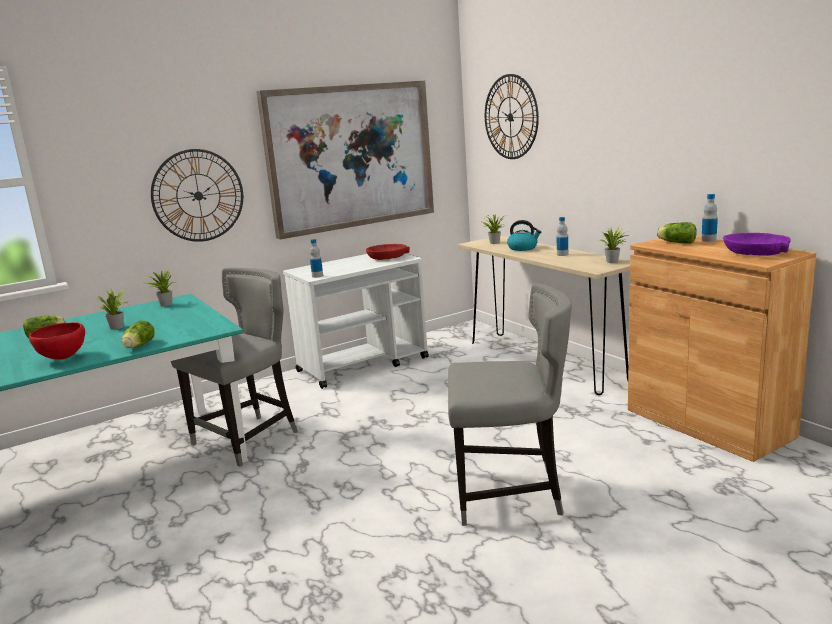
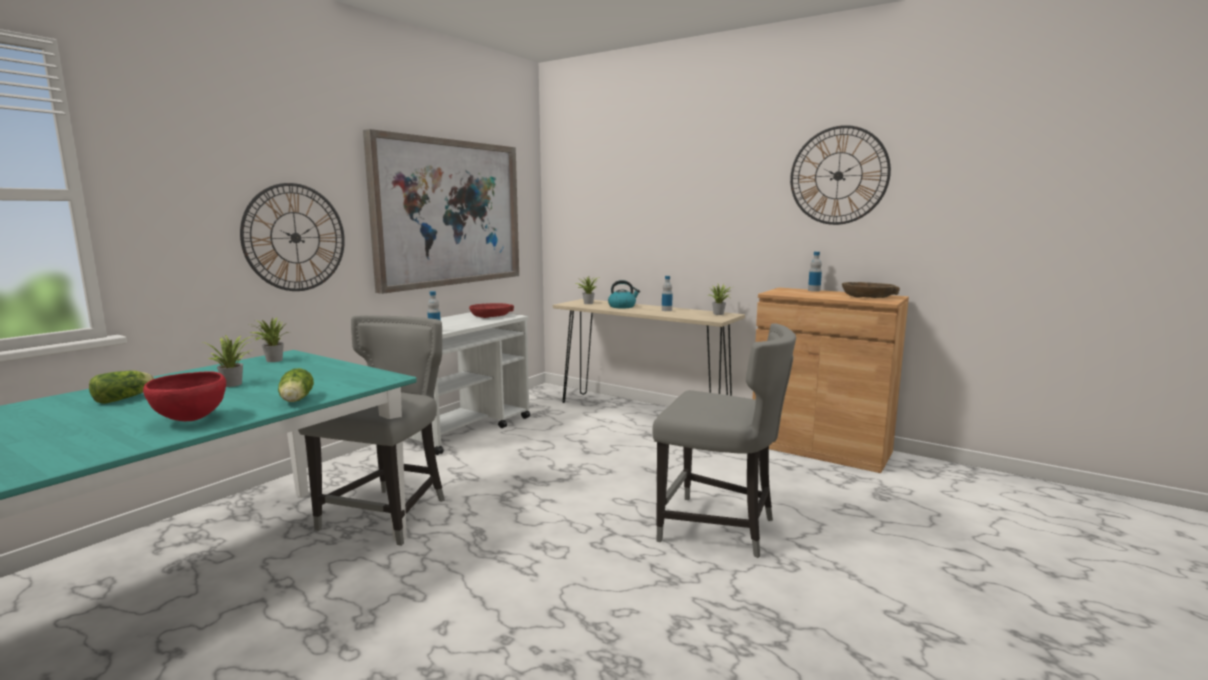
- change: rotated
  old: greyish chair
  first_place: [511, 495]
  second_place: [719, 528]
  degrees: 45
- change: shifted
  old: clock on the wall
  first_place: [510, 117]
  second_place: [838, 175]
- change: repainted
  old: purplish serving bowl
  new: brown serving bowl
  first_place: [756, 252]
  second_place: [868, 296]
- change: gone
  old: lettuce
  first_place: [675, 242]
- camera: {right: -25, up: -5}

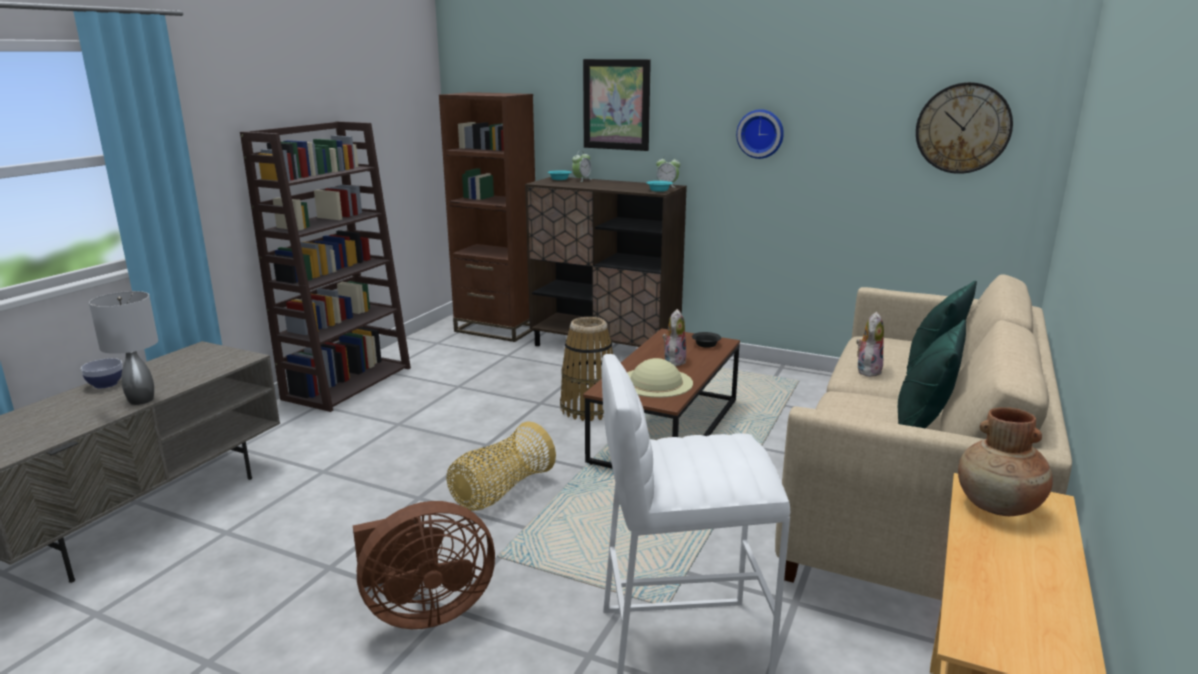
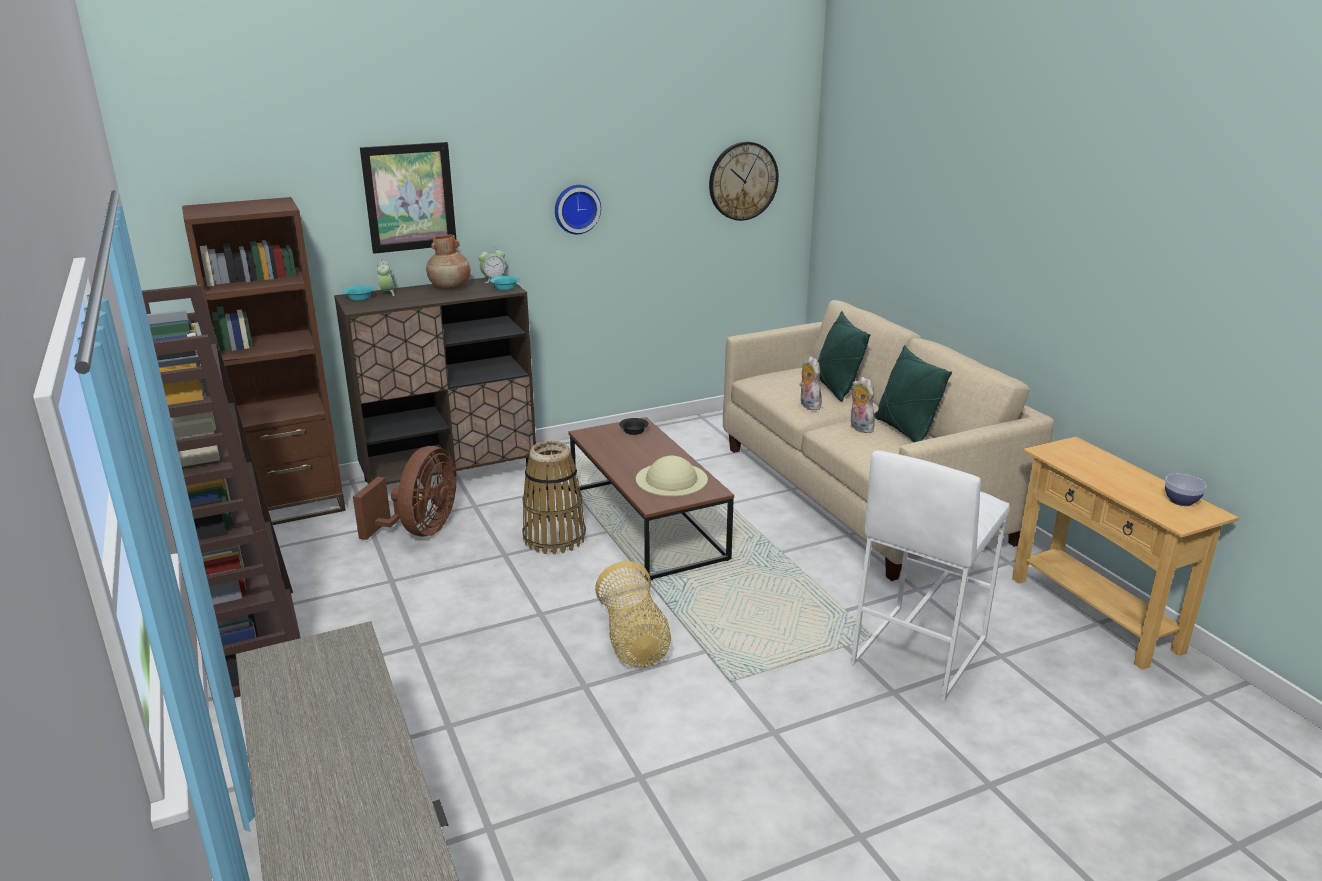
- change: shifted
  old: brown electric fan
  first_place: [424, 611]
  second_place: [420, 530]
- change: shifted
  old: brown vase
  first_place: [998, 506]
  second_place: [450, 287]
- change: shifted
  old: soft toy
  first_place: [673, 361]
  second_place: [859, 428]
- change: shifted
  old: serving bowl
  first_place: [106, 384]
  second_place: [1181, 501]
- change: gone
  old: greyish table lamp
  first_place: [142, 400]
- camera: {right: -50, up: 5}

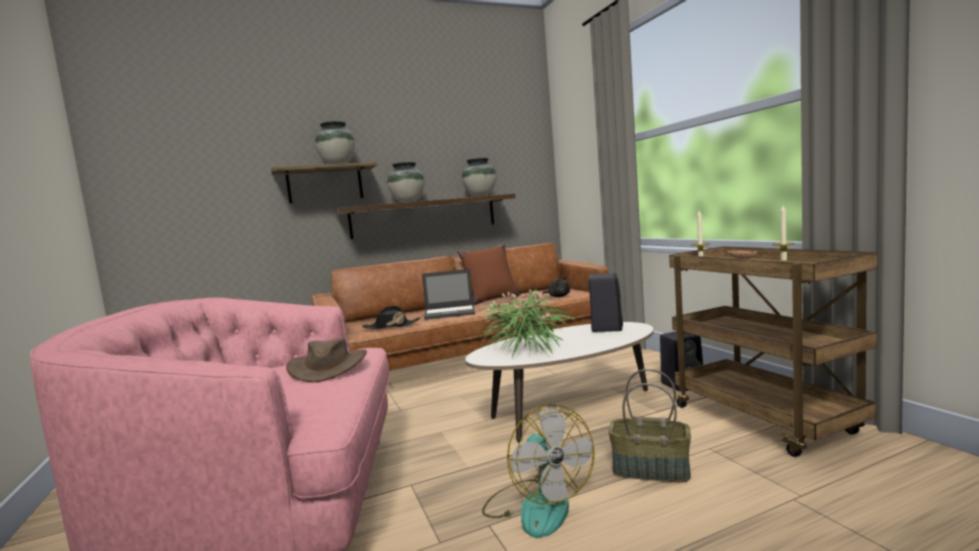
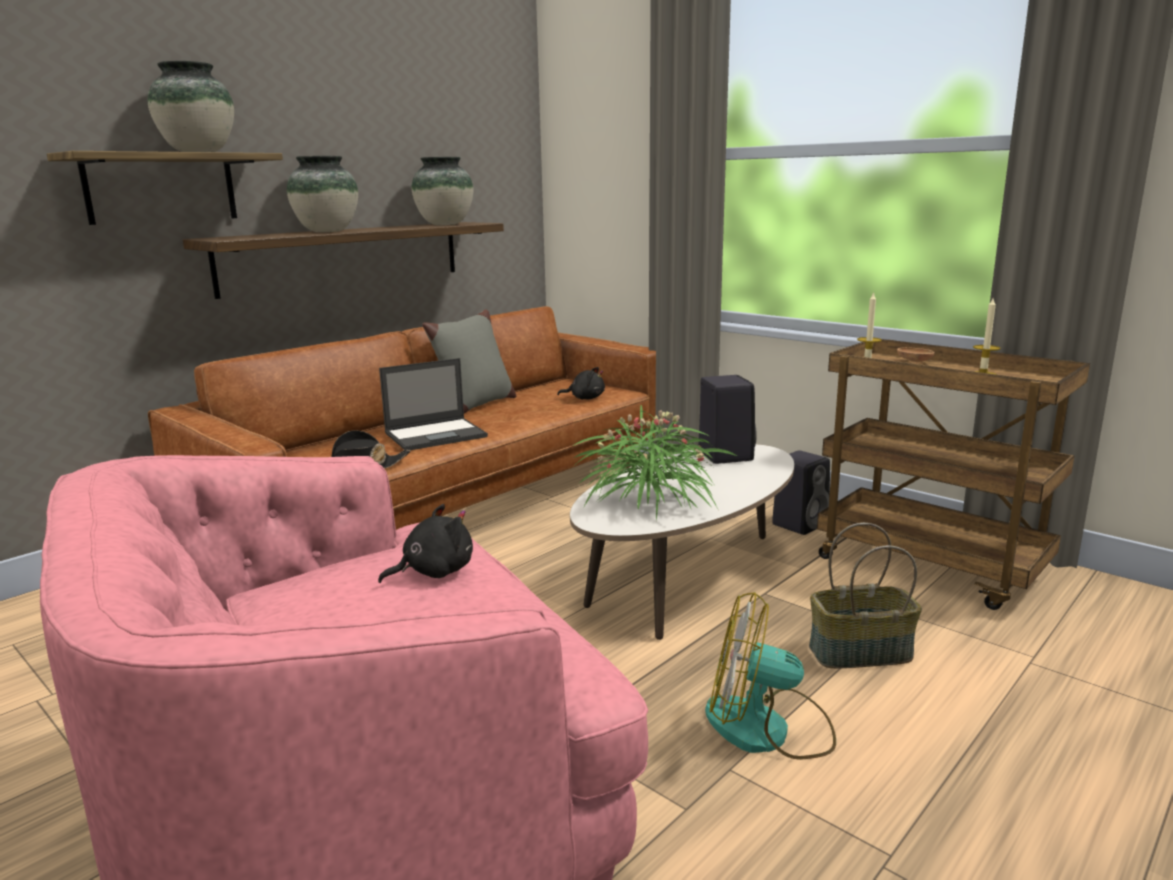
- change: swapped
  old: brown hat
  new: black soft toy
  first_place: [328, 367]
  second_place: [433, 572]
- change: repainted
  old: brown cushion
  new: greyish cushion
  first_place: [491, 299]
  second_place: [475, 405]
- change: rotated
  old: electric fan
  first_place: [537, 506]
  second_place: [767, 729]
  degrees: 150
- camera: {right: -25, up: 10}

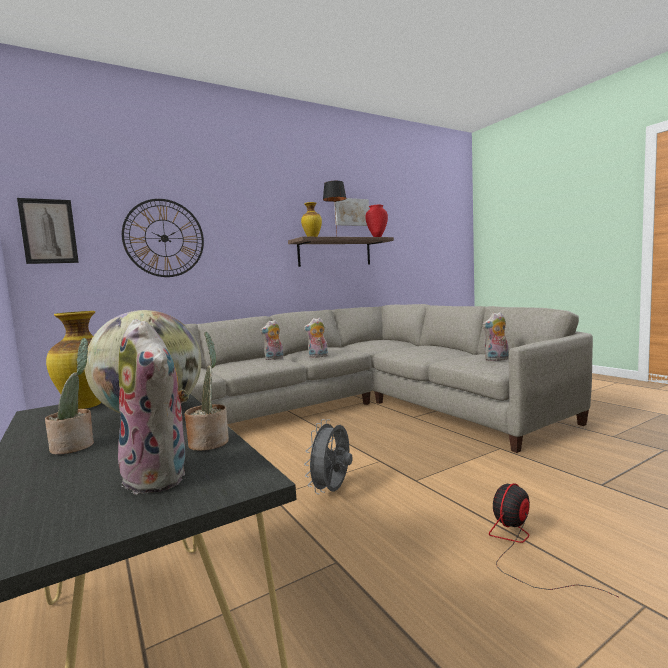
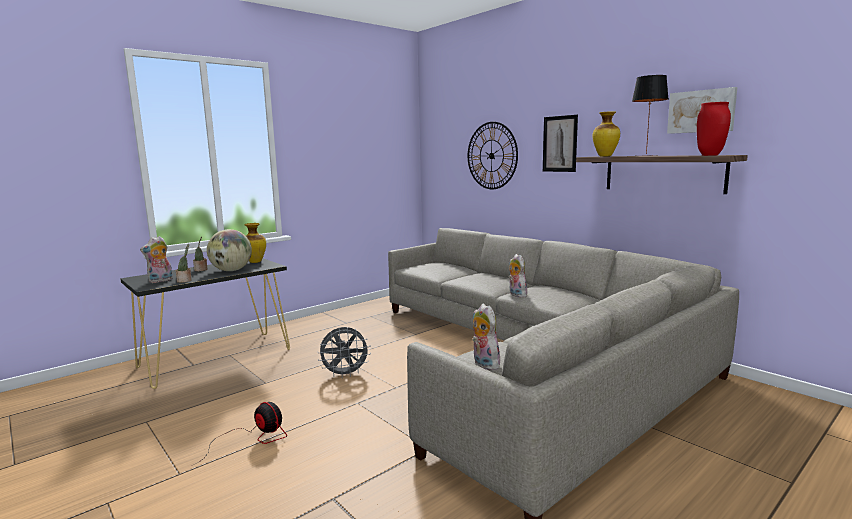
- change: rotated
  old: greyish electric fan
  first_place: [333, 491]
  second_place: [345, 374]
  degrees: 150
- change: shifted
  old: picture
  first_place: [49, 231]
  second_place: [560, 144]
- change: gone
  old: soft toy
  first_place: [274, 359]
- camera: {right: 80, up: 5}

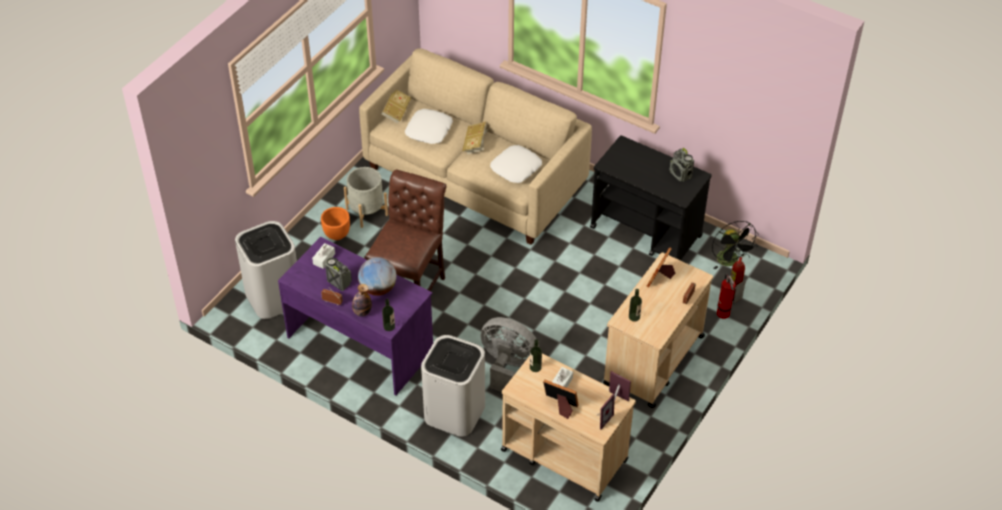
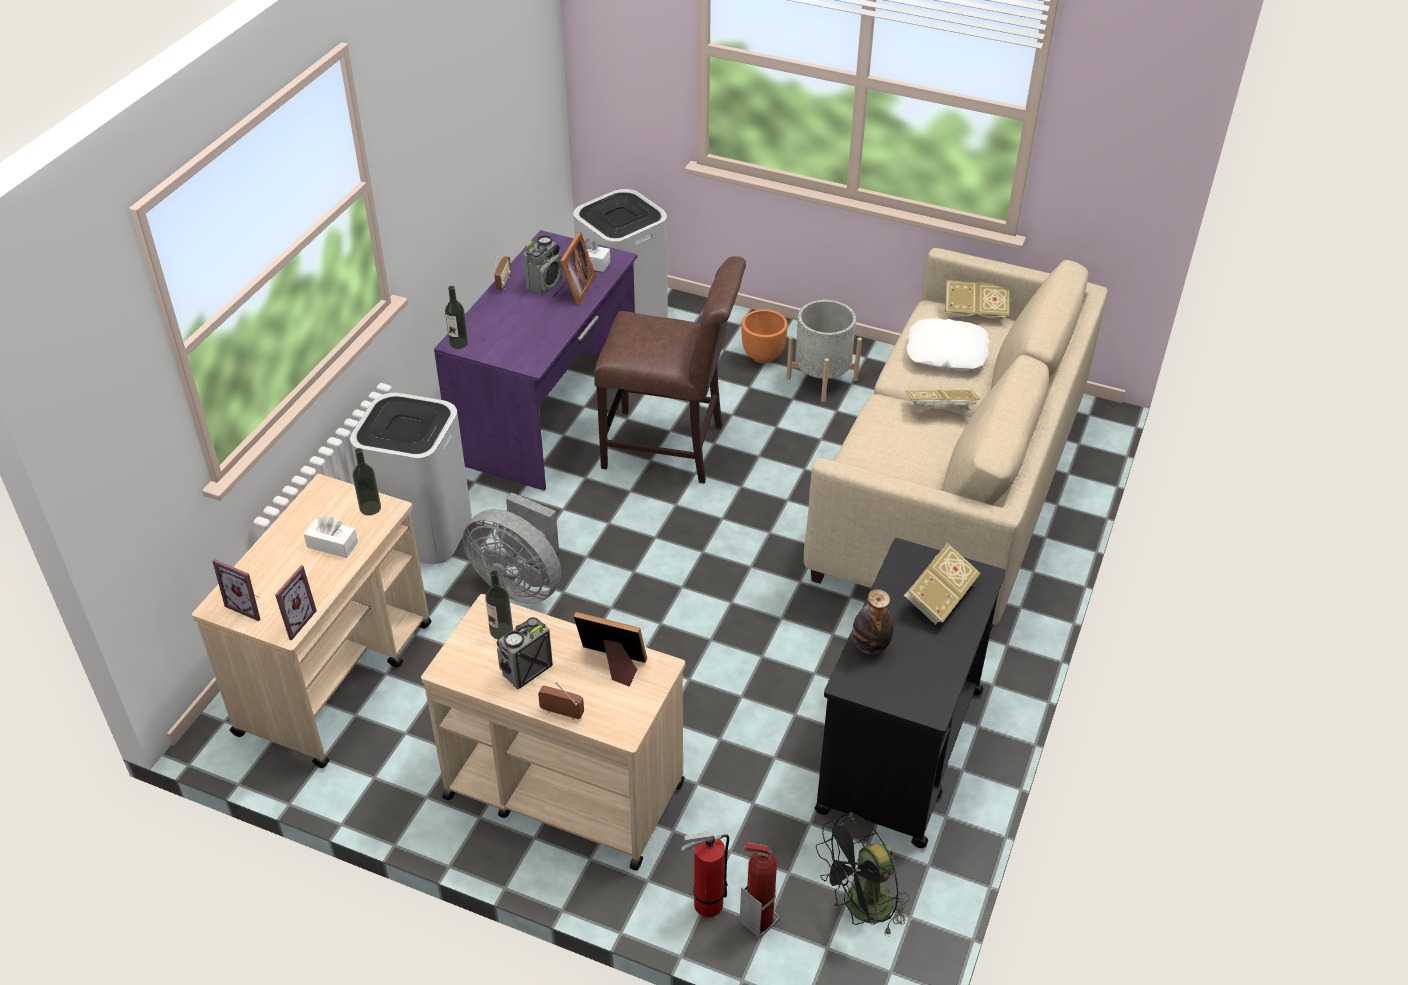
- change: rotated
  old: greyish electric fan
  first_place: [508, 367]
  second_place: [521, 583]
  degrees: 105
- change: shifted
  old: radio receiver
  first_place: [680, 175]
  second_place: [525, 670]
- change: shifted
  old: photo frame
  first_place: [560, 406]
  second_place: [574, 289]
- change: shifted
  old: drink bottle
  first_place: [362, 312]
  second_place: [870, 645]
- change: new
  new: book
  second_place: [939, 597]
- change: gone
  old: globe
  first_place: [378, 288]
- change: gone
  old: white-coloured cushion
  first_place: [516, 168]
- camera: {right: 80, up: -5}

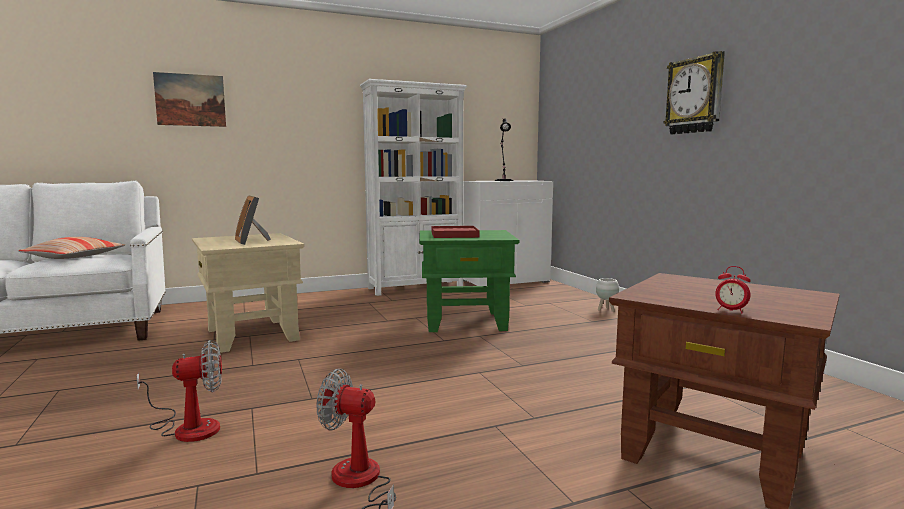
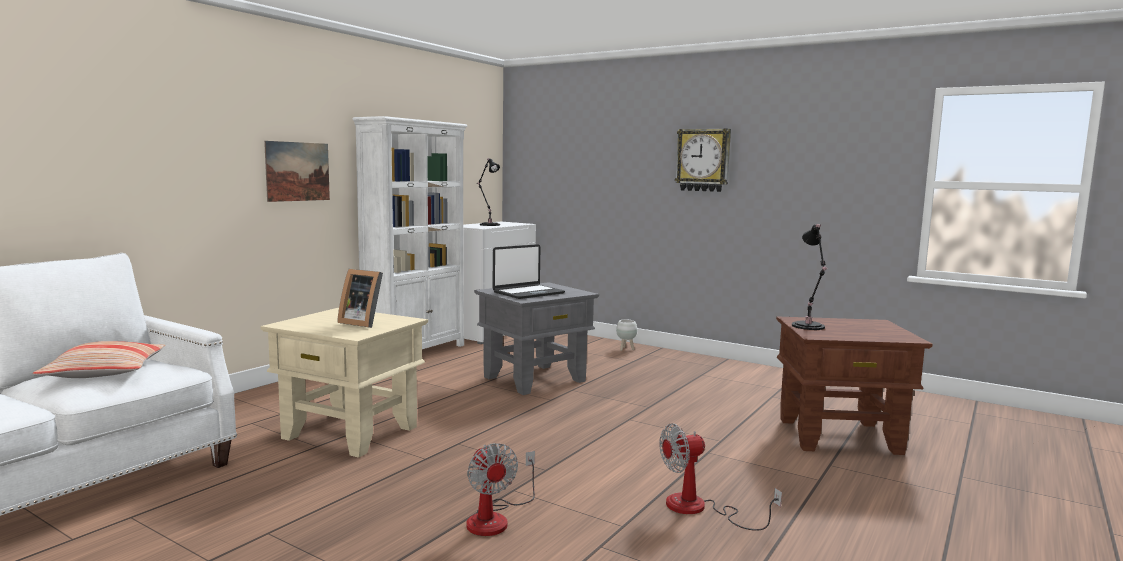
- change: shifted
  old: picture
  first_place: [190, 100]
  second_place: [298, 171]
- change: rotated
  old: electric fan
  first_place: [188, 427]
  second_place: [495, 518]
  degrees: 120
- change: repainted
  old: green accent table
  new: greyish accent table
  first_place: [465, 321]
  second_place: [535, 379]
- change: swapped
  old: red tray
  new: notebook computer
  first_place: [454, 235]
  second_place: [528, 293]
- change: new
  new: black table lamp
  second_place: [808, 327]
- change: gone
  old: bedside clock
  first_place: [730, 311]
- camera: {right: -35, up: 0}

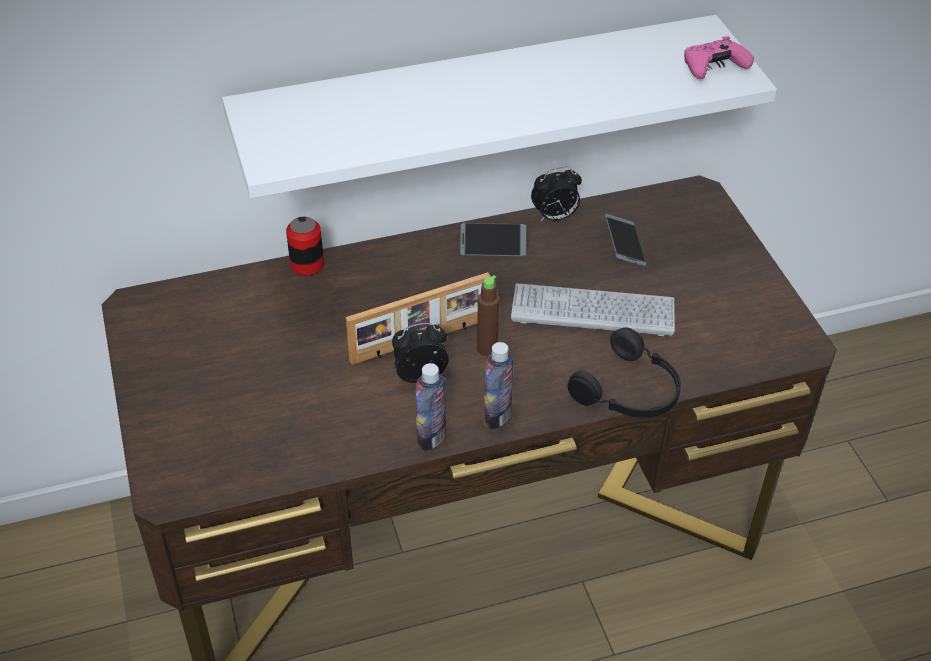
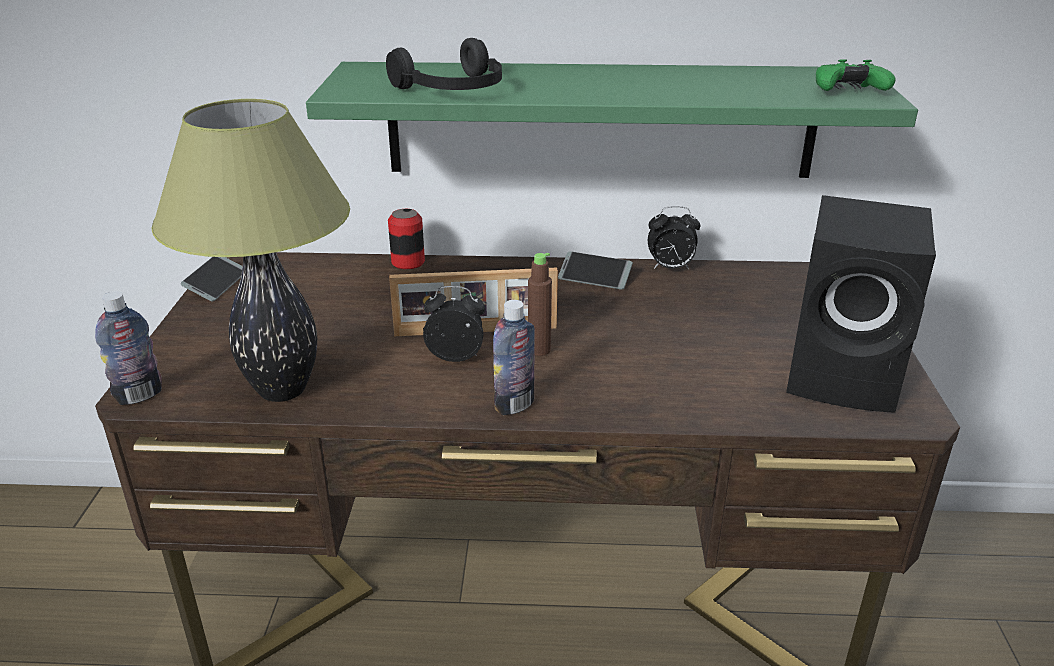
- change: shifted
  old: drink bottle
  first_place: [431, 437]
  second_place: [139, 395]
- change: new
  new: table lamp
  second_place: [284, 390]
- change: shifted
  old: telephone
  first_place: [624, 245]
  second_place: [216, 284]
- change: repainted
  old: white-coloured bracket shelf
  new: green bracket shelf
  first_place: [478, 100]
  second_place: [600, 120]
- change: shifted
  old: black pair of headphones
  first_place: [630, 392]
  second_place: [454, 90]
- change: new
  new: black audio speaker
  second_place: [847, 376]
- change: repainted
  old: pink-coloured game controller
  new: green game controller
  first_place: [713, 68]
  second_place: [848, 91]
- change: gone
  old: PC keyboard
  first_place: [592, 311]
- camera: {right: 20, up: -15}

